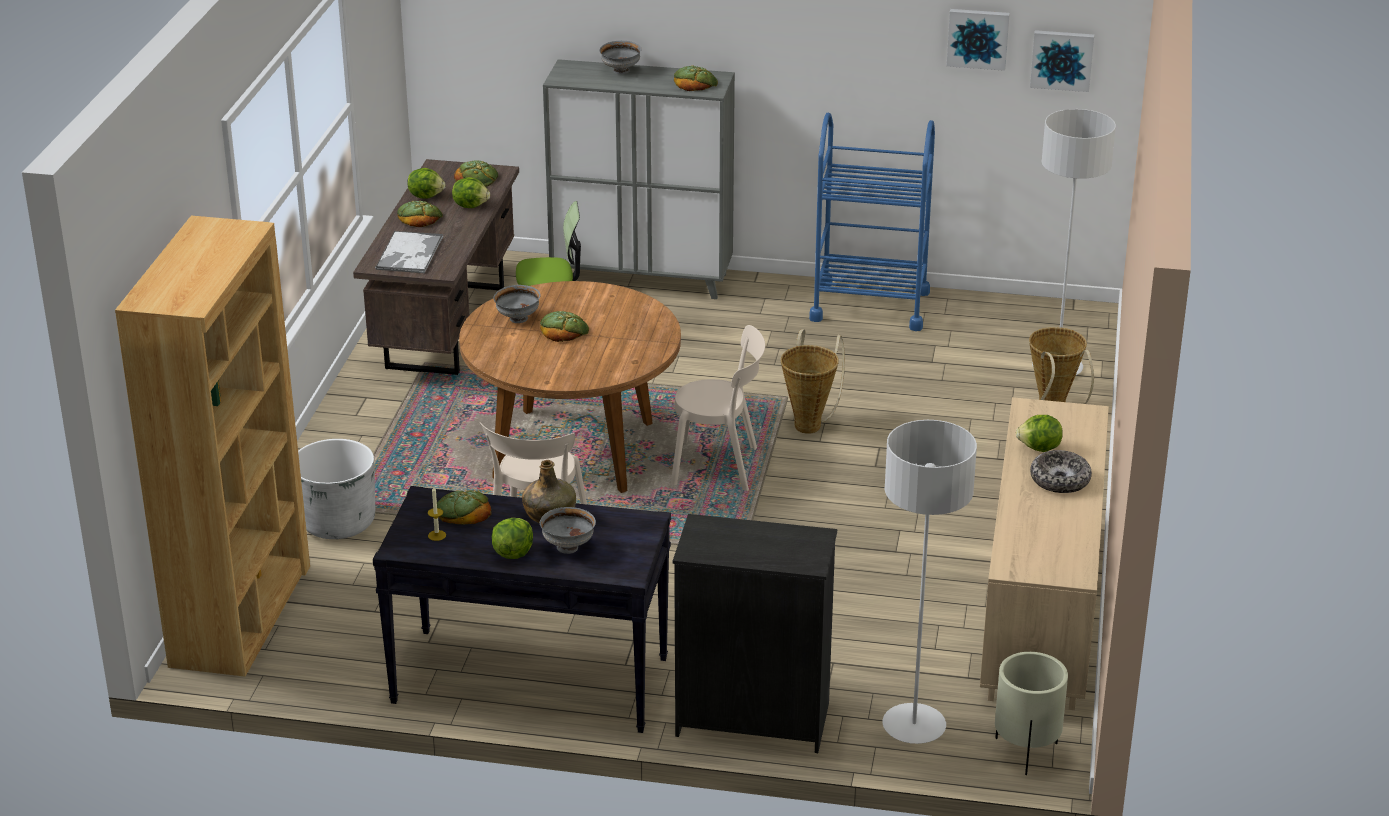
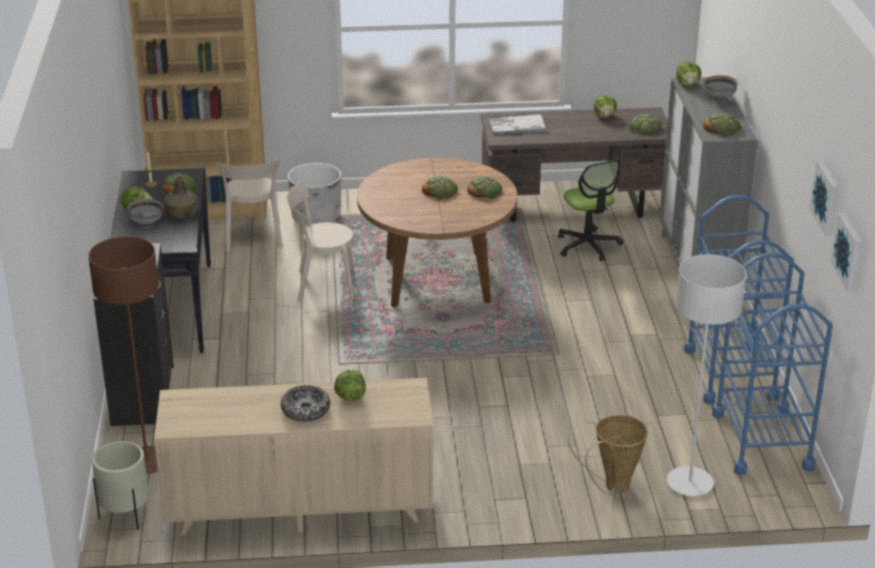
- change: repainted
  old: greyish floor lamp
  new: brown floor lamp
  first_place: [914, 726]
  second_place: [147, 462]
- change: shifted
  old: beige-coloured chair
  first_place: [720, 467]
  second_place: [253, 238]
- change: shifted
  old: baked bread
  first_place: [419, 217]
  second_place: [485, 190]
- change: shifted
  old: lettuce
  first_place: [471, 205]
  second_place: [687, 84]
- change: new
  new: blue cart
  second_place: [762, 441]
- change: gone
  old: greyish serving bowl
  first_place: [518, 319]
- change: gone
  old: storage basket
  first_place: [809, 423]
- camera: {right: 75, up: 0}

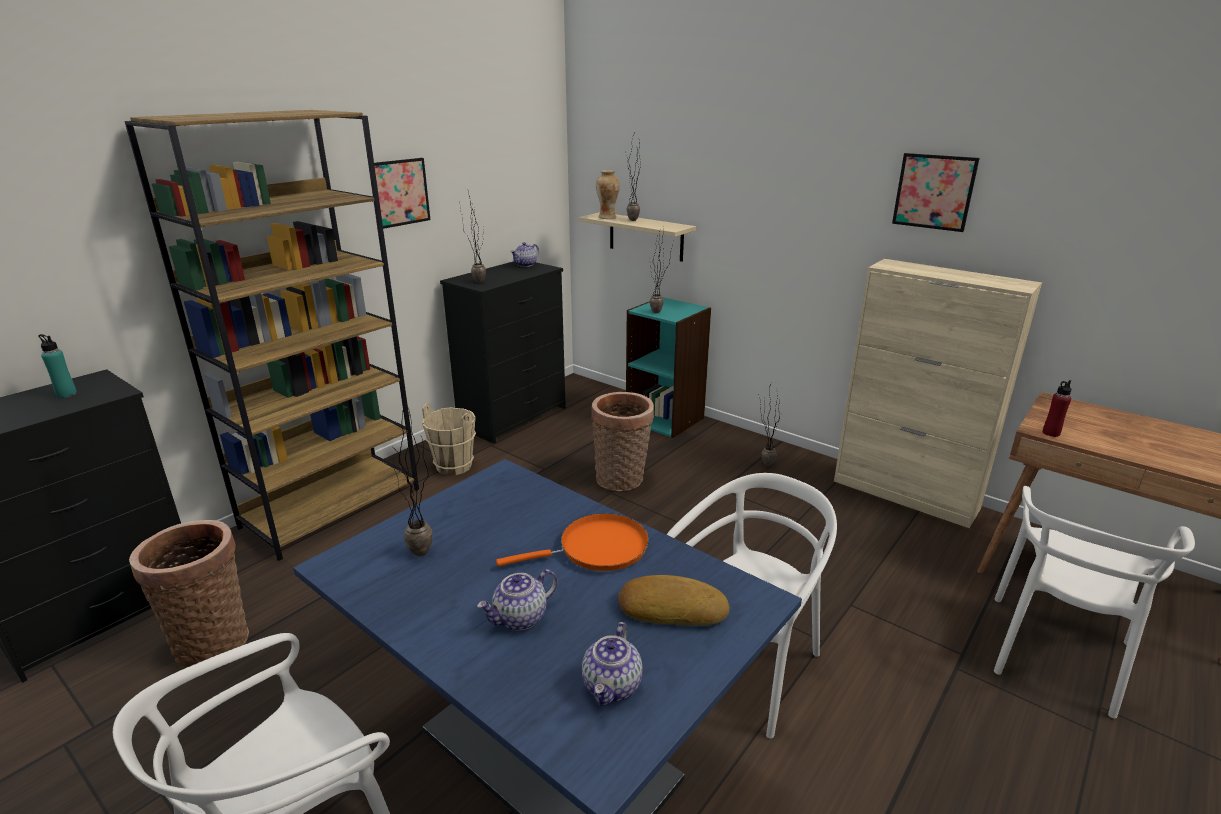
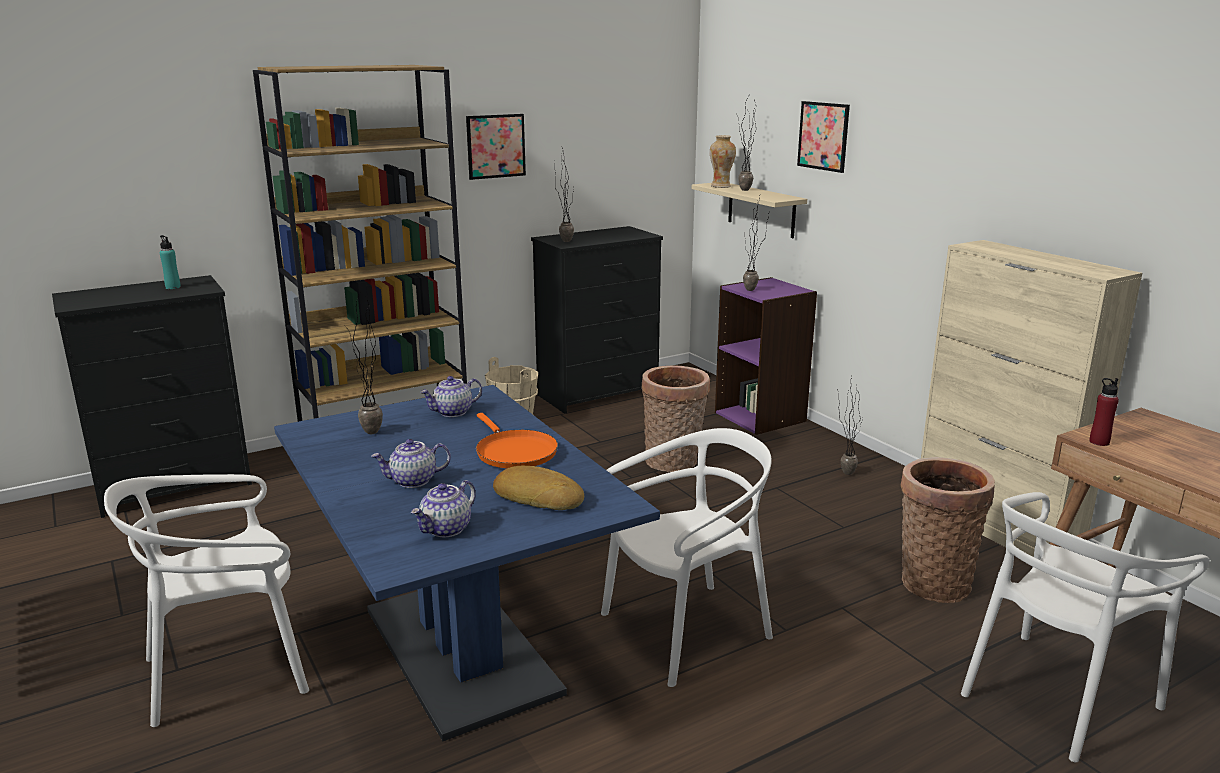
- change: shifted
  old: teapot
  first_place: [525, 265]
  second_place: [453, 412]
- change: rotated
  old: orange-coloured skillet
  first_place: [597, 549]
  second_place: [514, 452]
  degrees: 60
- change: repainted
  old: blue-green bookcase
  new: purplish bookcase
  first_place: [665, 419]
  second_place: [761, 416]
- change: shifted
  old: picture
  first_place: [934, 192]
  second_place: [823, 136]
- change: shifted
  old: storage basket
  first_place: [212, 640]
  second_place: [933, 581]
- camera: {right: 20, up: -5}

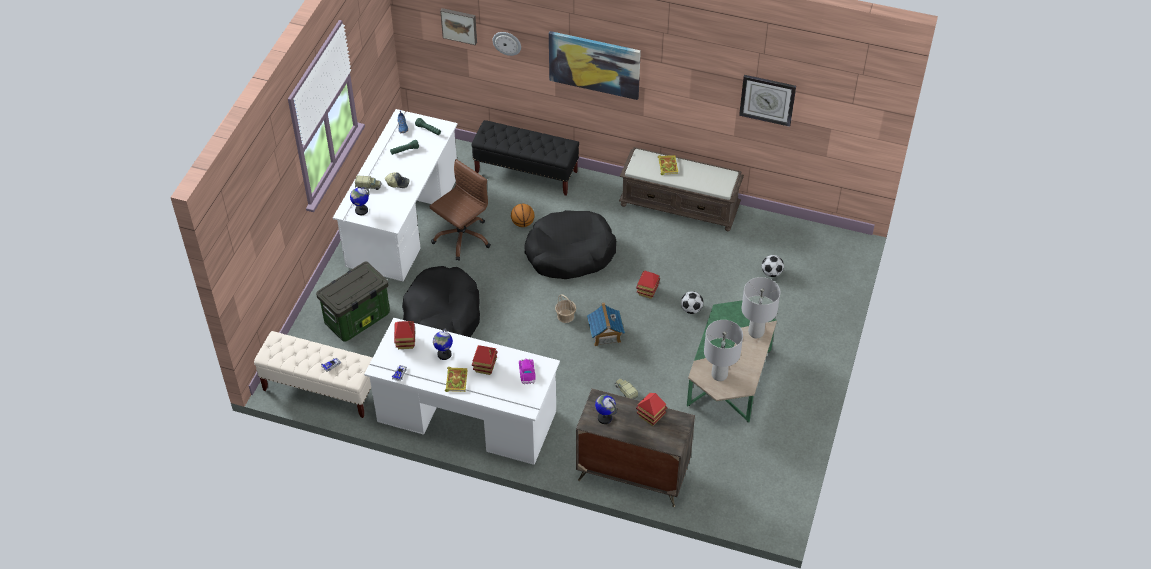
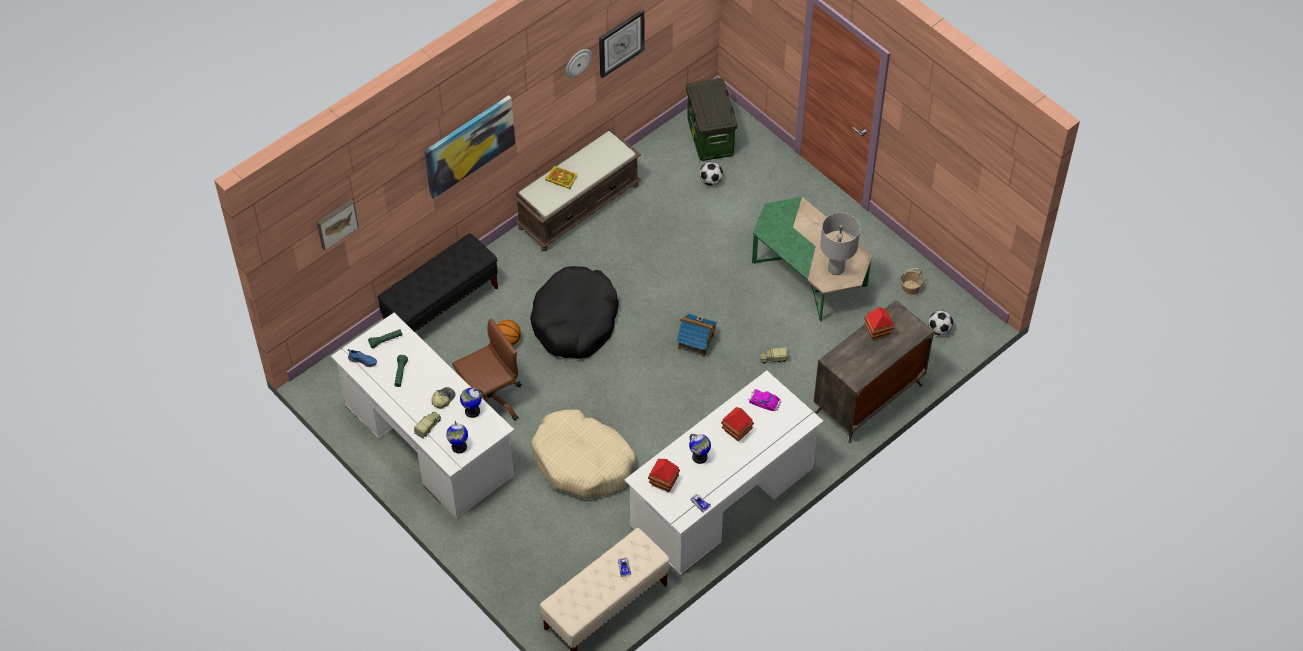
- change: rotated
  old: brown desk chair
  first_place: [462, 237]
  second_place: [489, 400]
  degrees: 75
- change: shifted
  old: globe
  first_place: [604, 418]
  second_place: [472, 411]
- change: repainted
  old: black dog bed
  new: beige-coloured dog bed
  first_place: [443, 316]
  second_place: [582, 462]
- change: shifted
  old: clock on the wall
  first_place: [507, 43]
  second_place: [577, 62]
- change: shifted
  old: storage container
  first_place: [357, 320]
  second_place: [711, 138]
- change: shifted
  old: storage basket
  first_place: [565, 316]
  second_place: [910, 288]
- change: shifted
  old: football ball
  first_place: [691, 309]
  second_place: [939, 330]
- change: gone
  old: book
  first_place: [456, 380]
- change: gone
  old: miniature house
  first_place: [647, 291]
- change: gone
  old: greyish table lamp
  first_place: [756, 332]
- camera: {right: -60, up: 5}

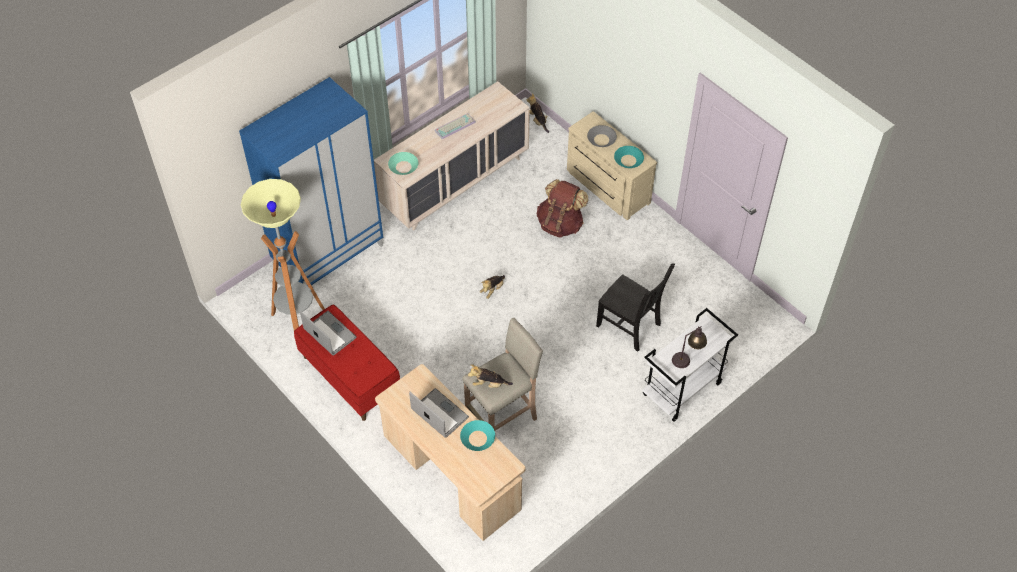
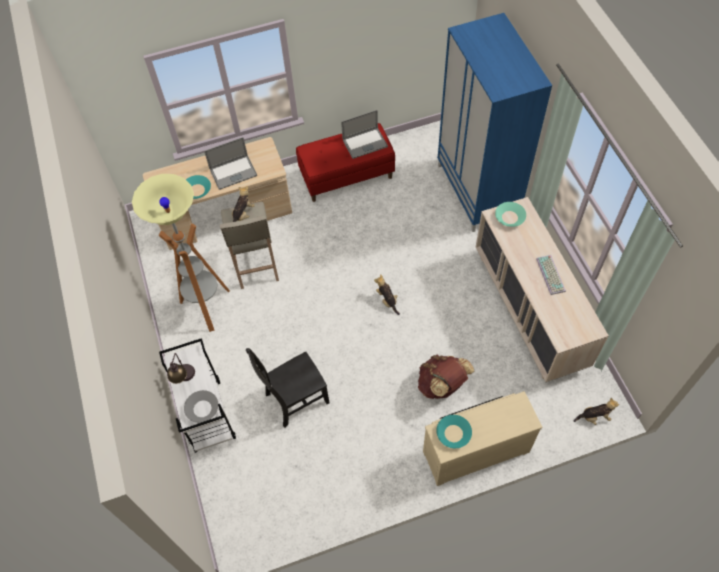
- change: shifted
  old: floor lamp
  first_place: [298, 322]
  second_place: [207, 307]
- change: shifted
  old: greyish serving bowl
  first_place: [601, 139]
  second_place: [202, 408]
- camera: {right: 115, up: 5}

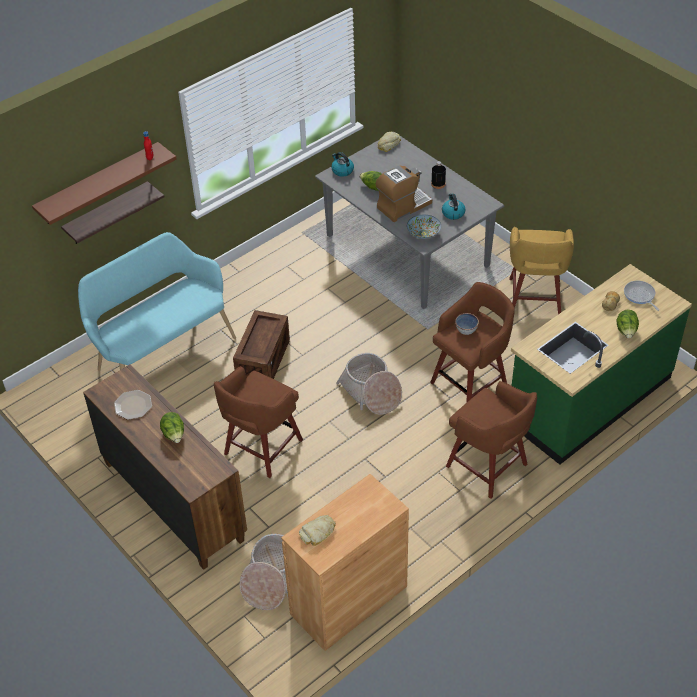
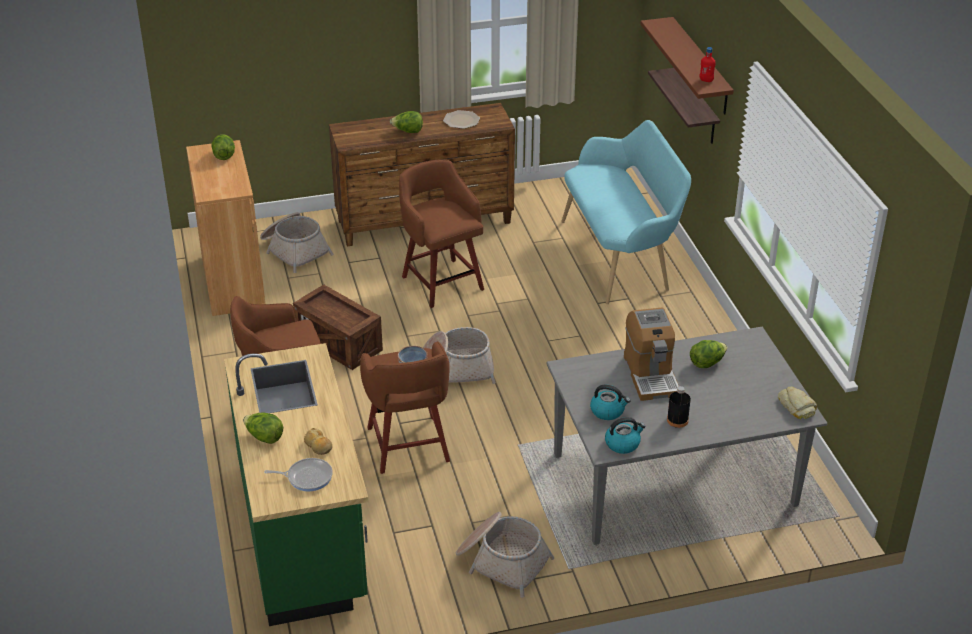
- change: swapped
  old: baked bread
  new: lettuce
  first_place: [318, 532]
  second_place: [224, 155]
- change: shifted
  old: crate
  first_place: [263, 361]
  second_place: [339, 344]
- change: swapped
  old: yellow-coloured stool
  new: storage basket
  first_place: [534, 299]
  second_place: [501, 561]
- change: shifted
  old: kettle
  first_place: [342, 170]
  second_place: [623, 444]
- change: gone
  old: serving bowl
  first_place: [423, 234]
- camera: {right: 115, up: -10}

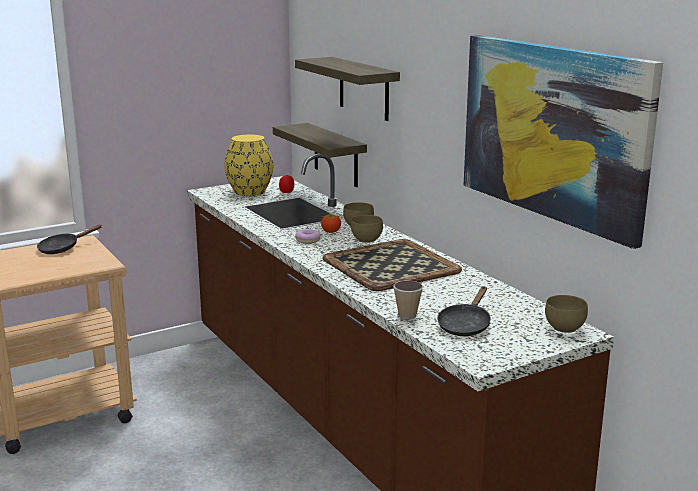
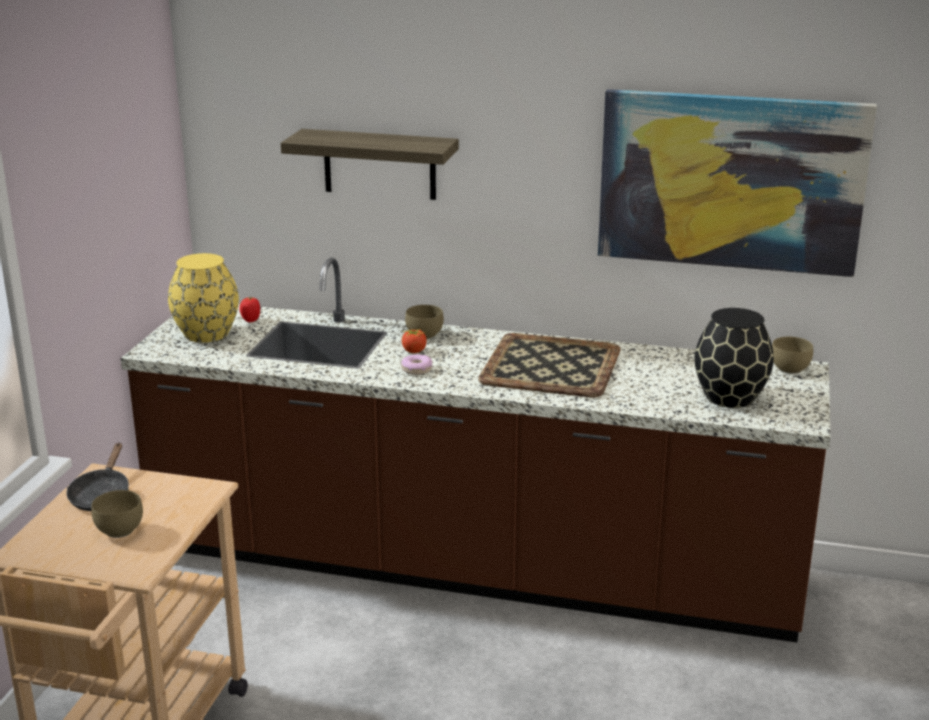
- change: shifted
  old: brown serving bowl
  first_place: [368, 240]
  second_place: [121, 530]
- change: swapped
  old: black skillet
  new: black vase
  first_place: [465, 325]
  second_place: [728, 397]
- change: gone
  old: bracket shelf
  first_place: [336, 155]
- change: gone
  old: drinking cup
  first_place: [407, 316]
- camera: {right: -45, up: 5}

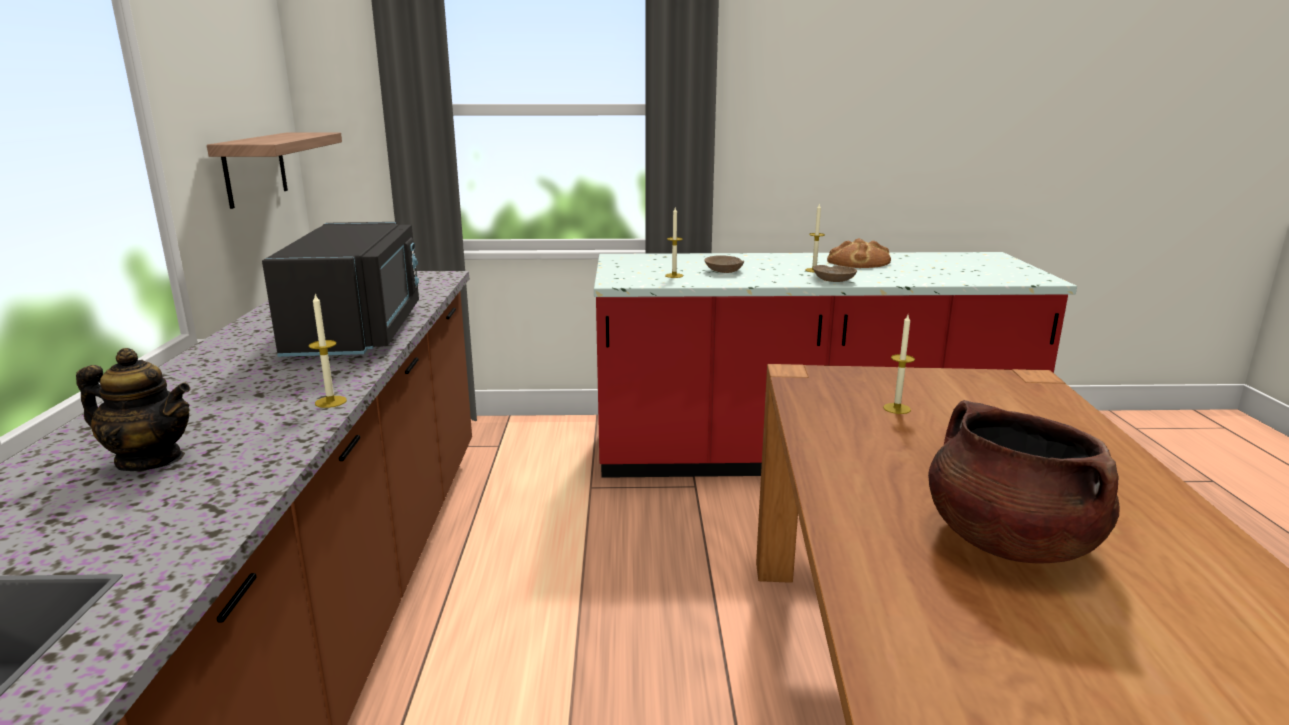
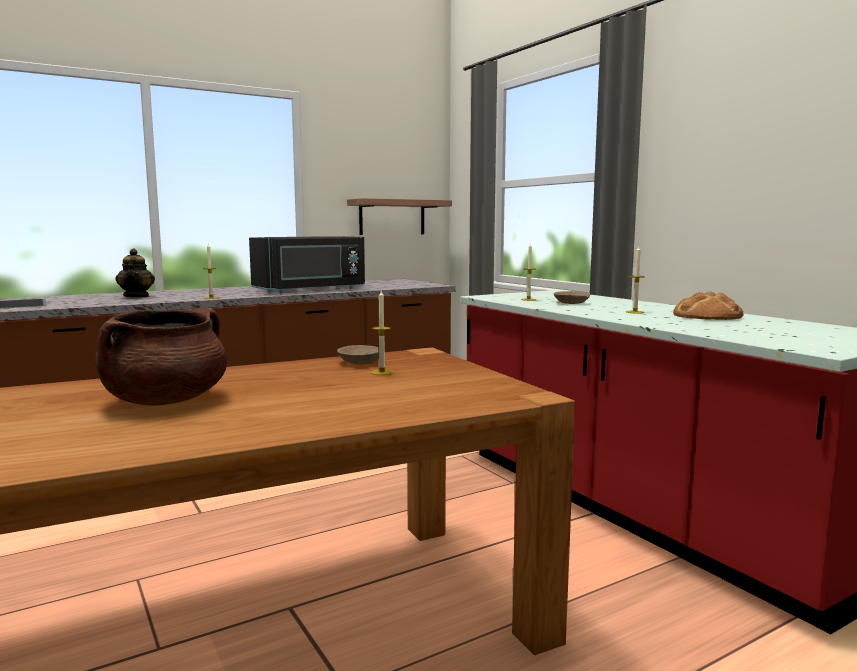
- change: shifted
  old: beige-coloured serving bowl
  first_place: [833, 280]
  second_place: [361, 362]
- camera: {right: 60, up: -10}

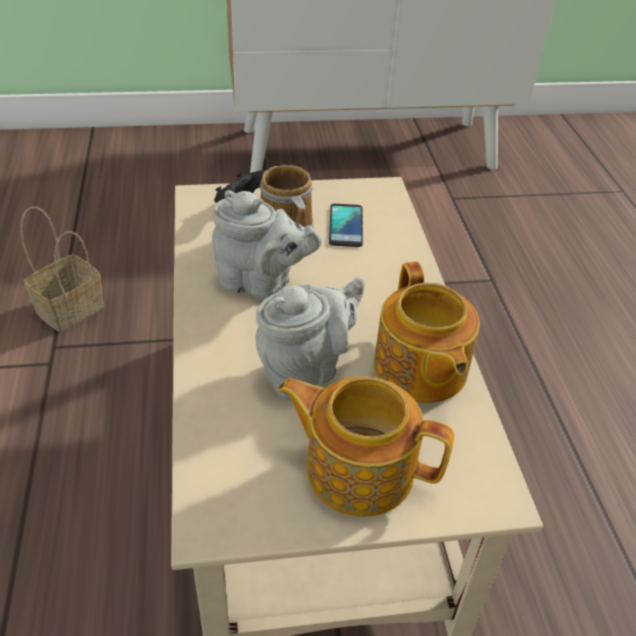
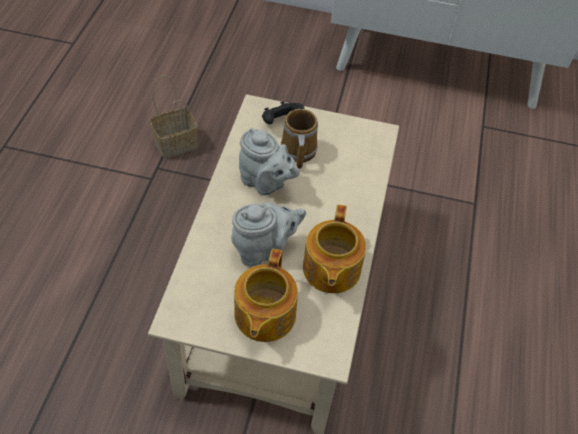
- change: rotated
  old: teapot
  first_place: [357, 467]
  second_place: [263, 316]
  degrees: -120
- change: gone
  old: telephone
  first_place: [346, 226]
- camera: {right: 20, up: 10}

